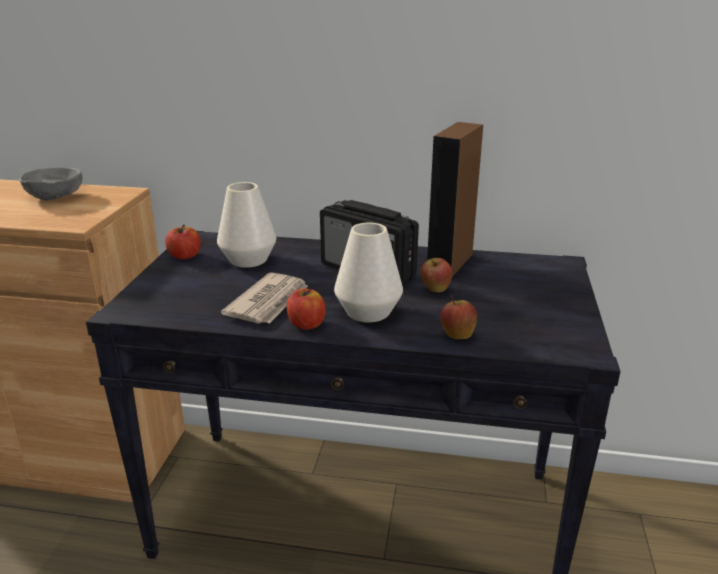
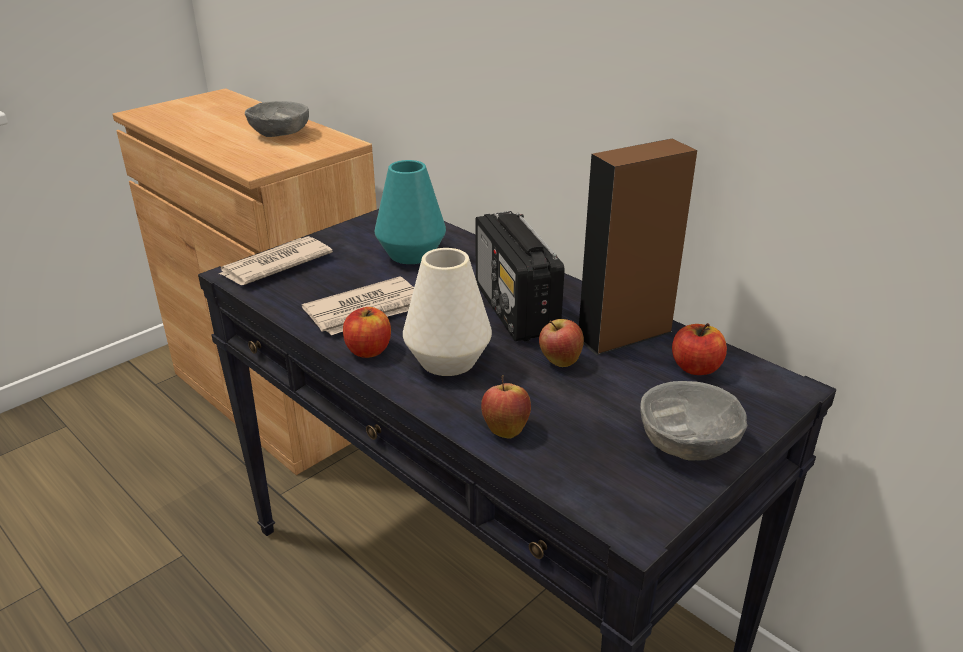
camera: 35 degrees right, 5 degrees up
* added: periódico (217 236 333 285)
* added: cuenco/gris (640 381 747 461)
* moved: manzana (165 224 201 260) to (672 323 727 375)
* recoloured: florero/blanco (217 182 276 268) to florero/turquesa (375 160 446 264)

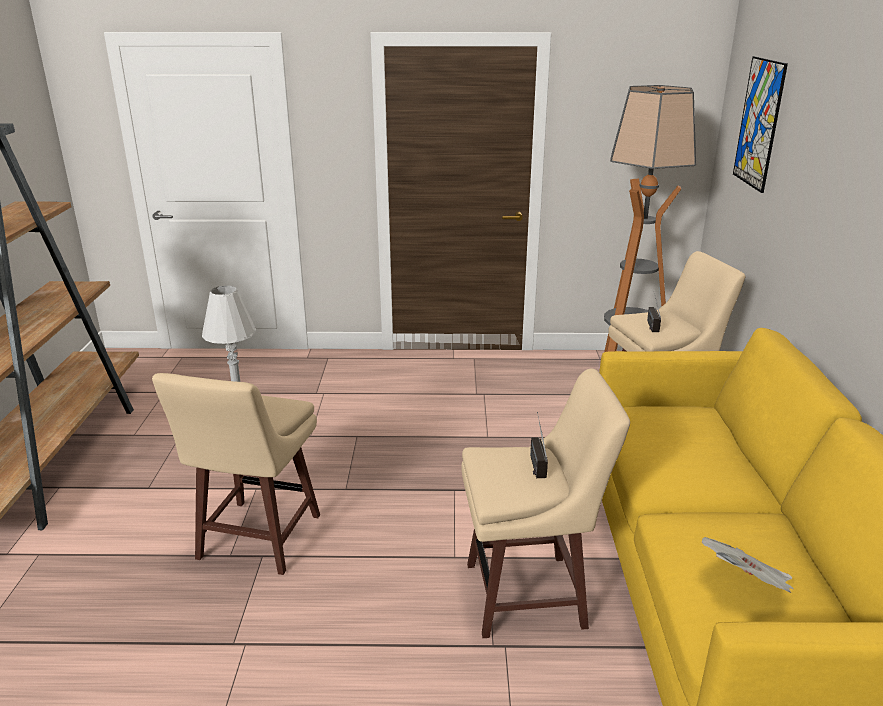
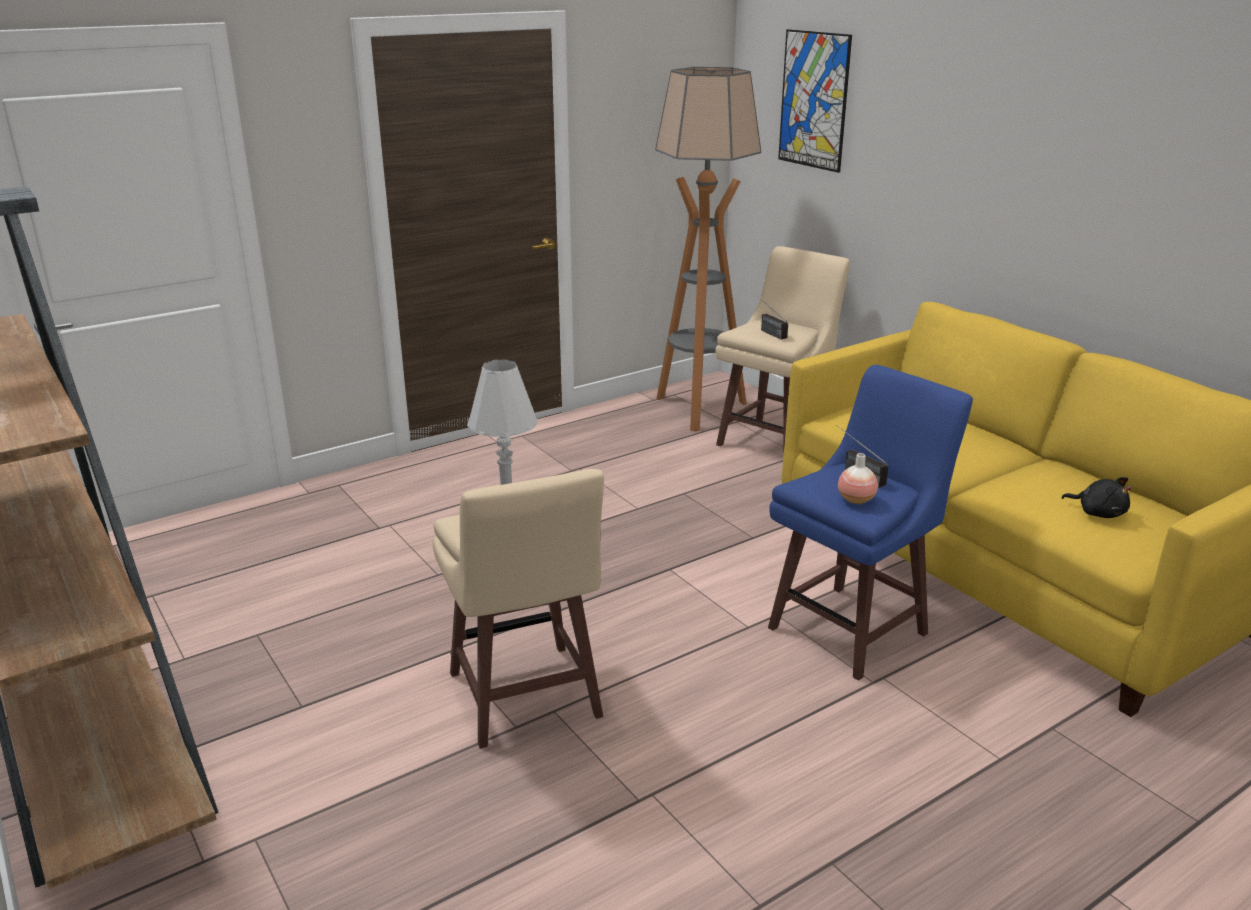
camera: 35 degrees left, 0 degrees up
* added: florero (838 453 878 504)
* replaced: periódico (702 537 794 593) to peluche/negro (1062 477 1131 518)
* recoloured: taburete/beis (461 369 630 638) to taburete/azul (768 365 973 681)

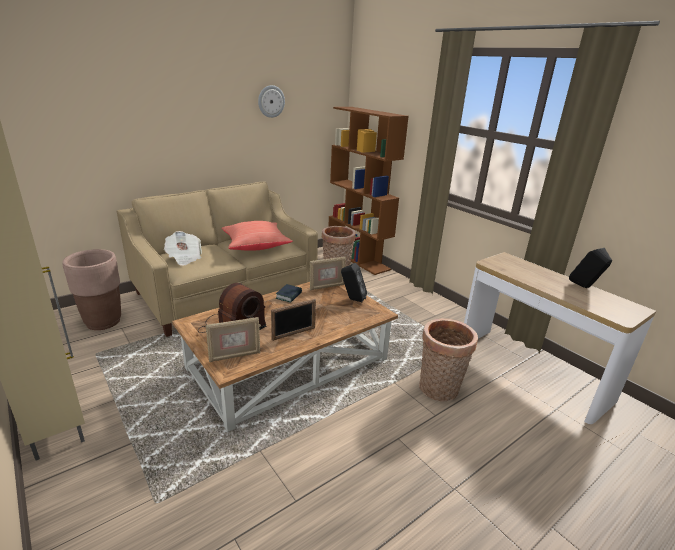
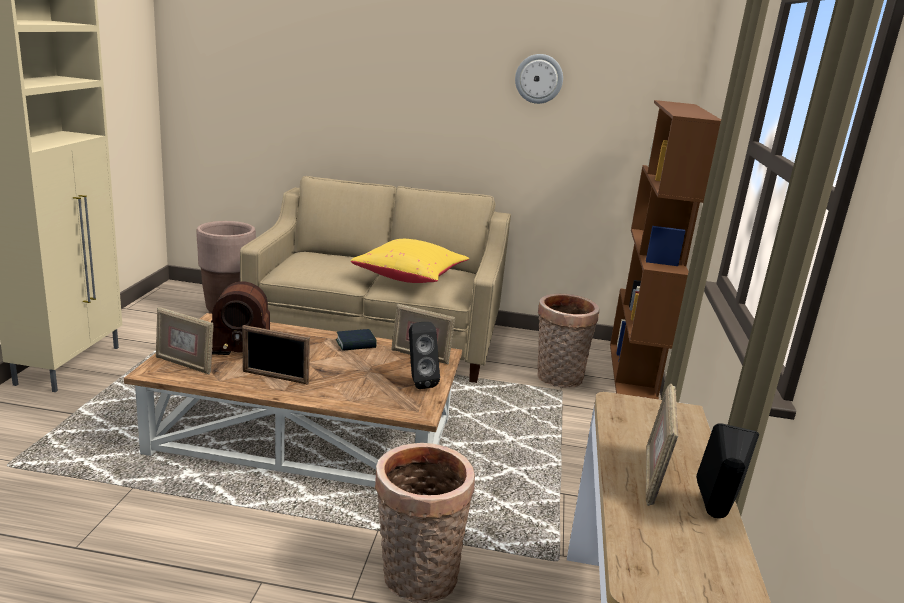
camera: 45 degrees right, 5 degrees down
* removed: periódico (164 231 202 266)
* added: portarretratos (646 384 678 506)
* recoloured: cojín/rojo (221 221 293 251) to cojín/amarillo (350 239 469 283)

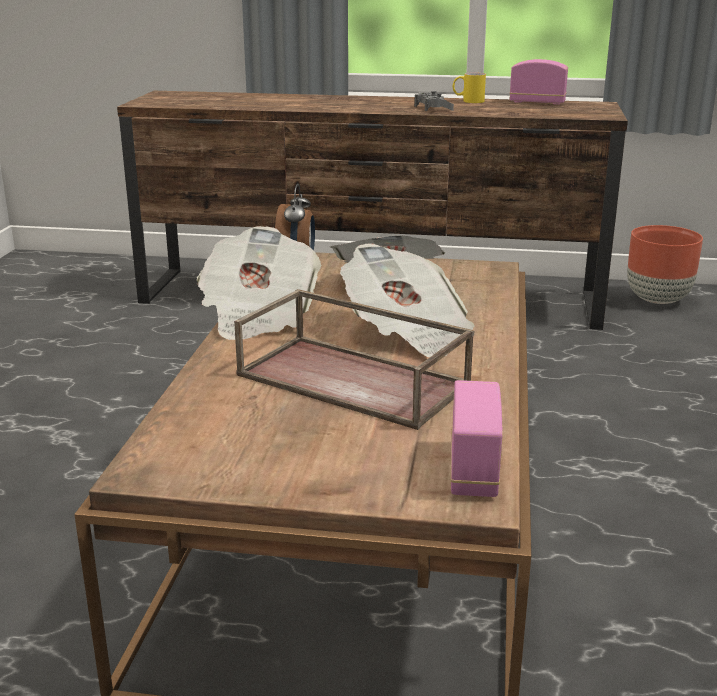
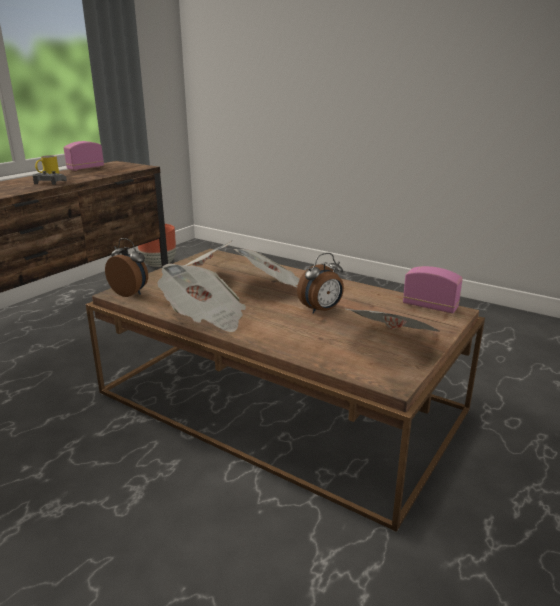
camera: 65 degrees left, 0 degrees up
* added: periódico (346 309 440 332)
* replaced: bandeja/marrón (234 289 475 430) to despertador (297 253 344 314)

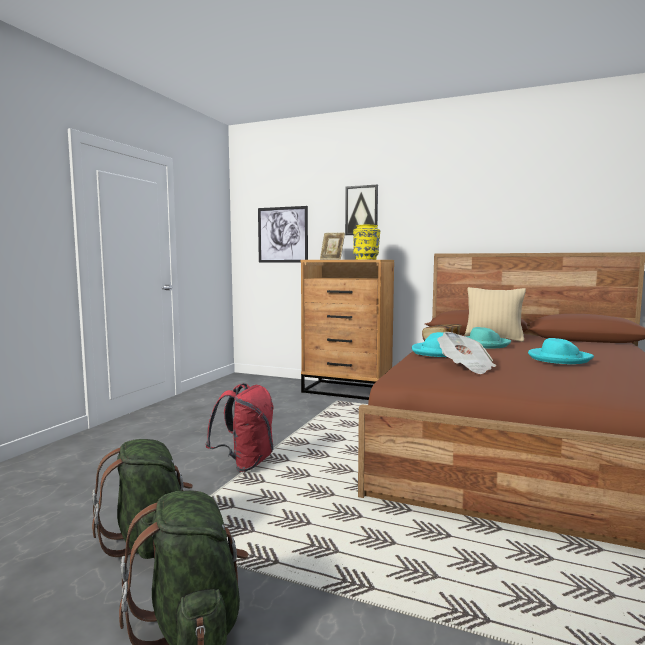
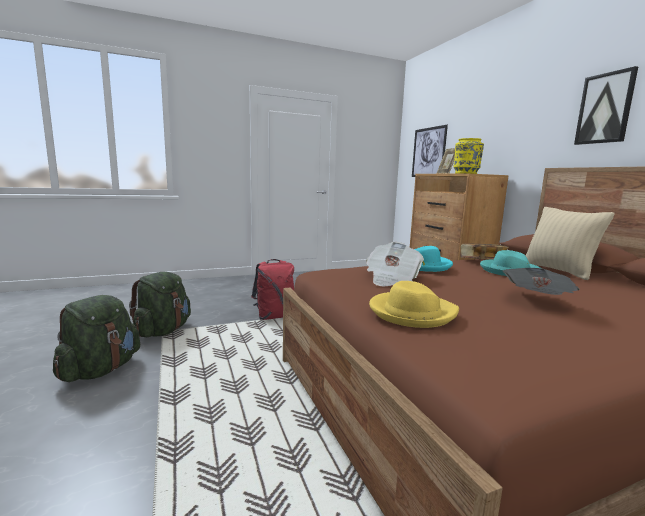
camera: 45 degrees right, 5 degrees up
* added: sombrero/amarillo (369 281 459 328)
* moved: cuadro (345 185 378 235) to (574 66 638 145)
* replaced: sombrero/turquesa (528 338 594 364) to periódico (502 268 579 295)

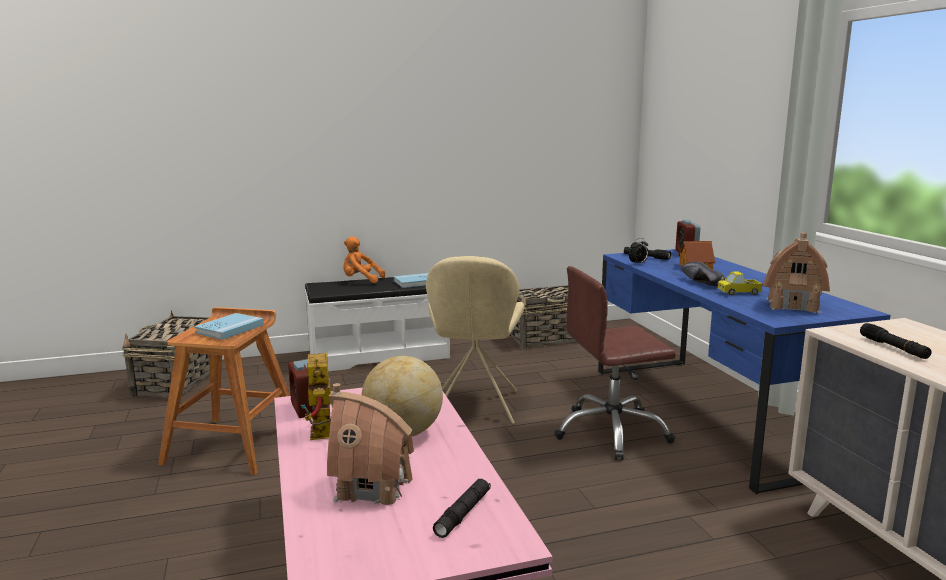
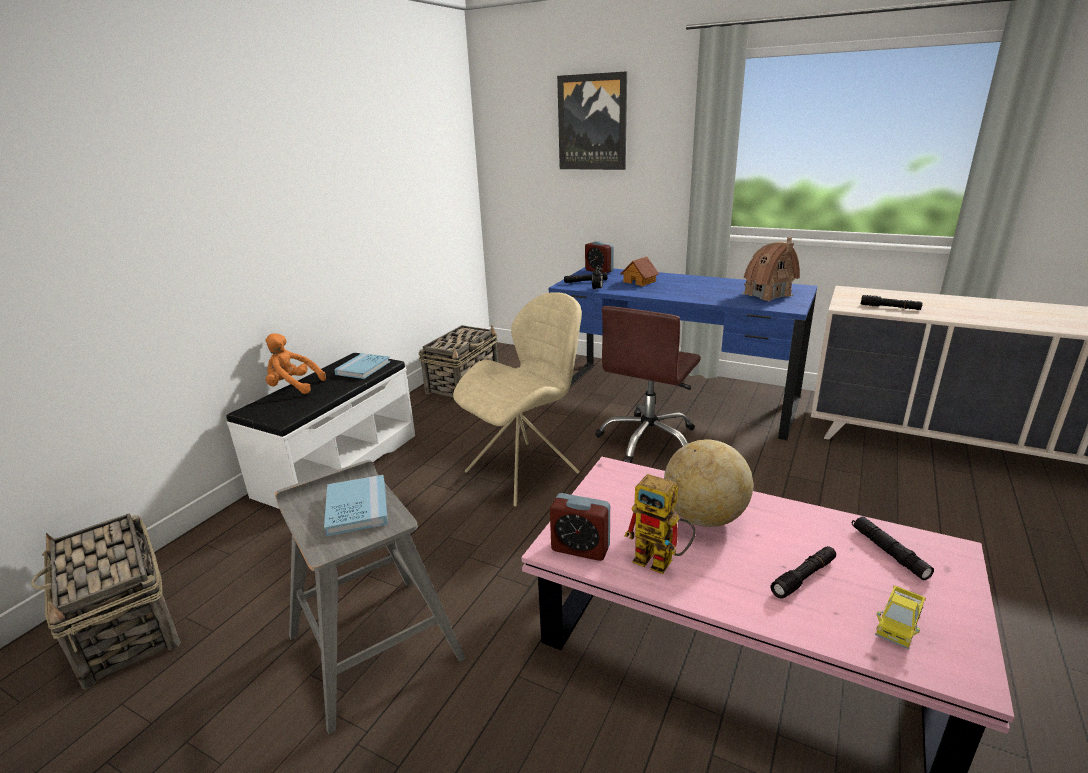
camera: 45 degrees left, 10 degrees up
* removed: zapato/negro (682 261 724 287)
* added: cuadro (557 71 627 170)
* moved: camión de juguete (717 272 763 295) to (875 585 926 650)
* replaced: casita (327 383 414 505) to linterna/negro (771 546 836 599)
* recoloured: taburete/marrón (158 307 290 475) to taburete/gris (275 460 466 735)
* turned: peluche/naranja (343 236 385 283) = (265 333 326 394) 45 degrees clockwise
* turned: silla/beis (426 256 524 424) = (453 292 582 507) 90 degrees counterclockwise

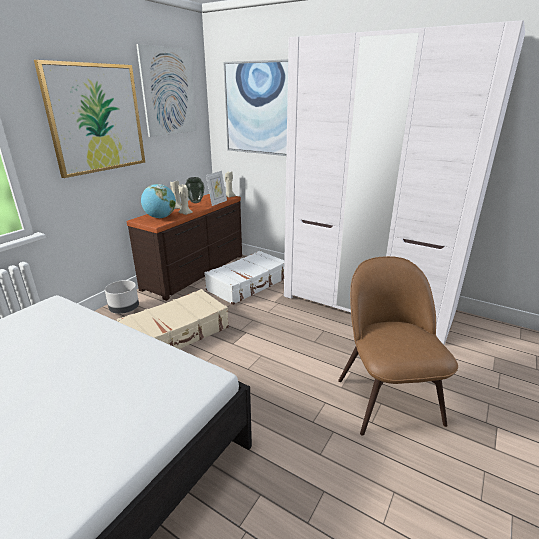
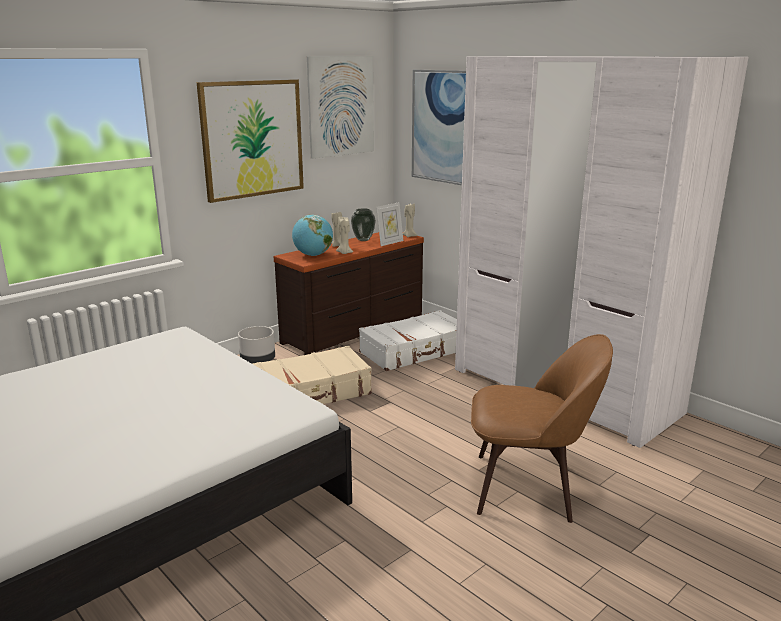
camera: 15 degrees right, 5 degrees down
* turned: silla/marrón (338 256 458 436) = (471 334 613 523) 90 degrees clockwise

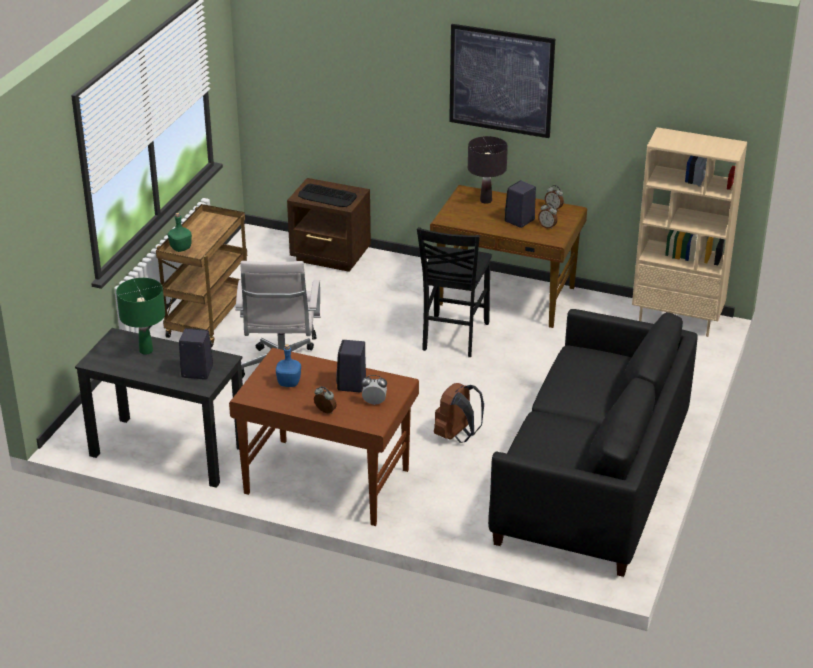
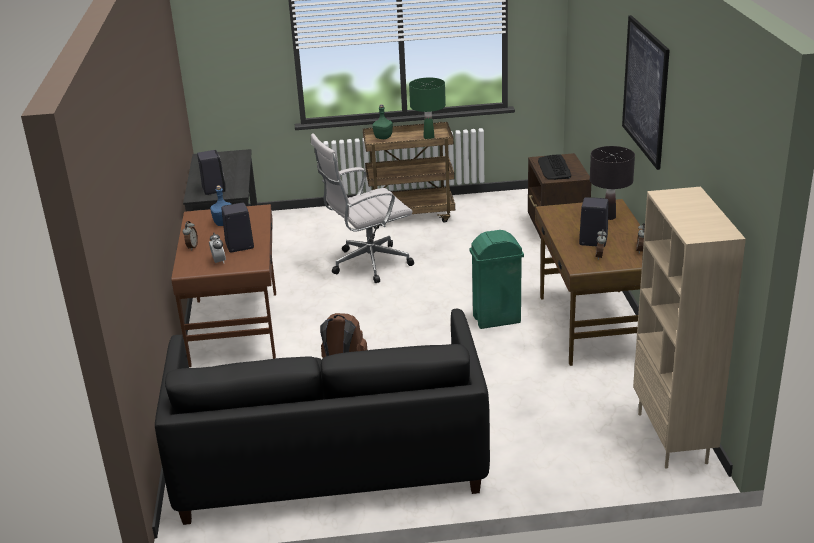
camera: 65 degrees right, 5 degrees down
* moved: lámpara de mesa/verde (116 278 165 355) to (409 78 446 139)
* replaced: silla/negro (417 227 492 357) to papelera/verde (469 230 524 329)

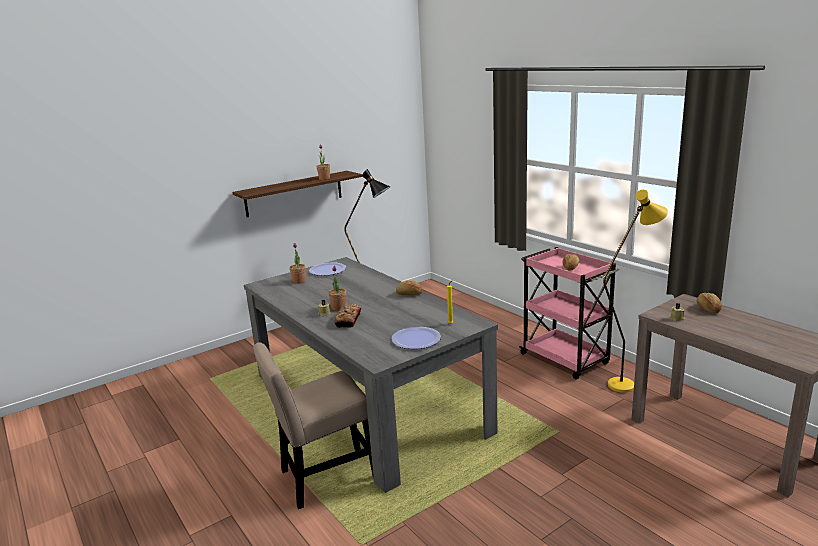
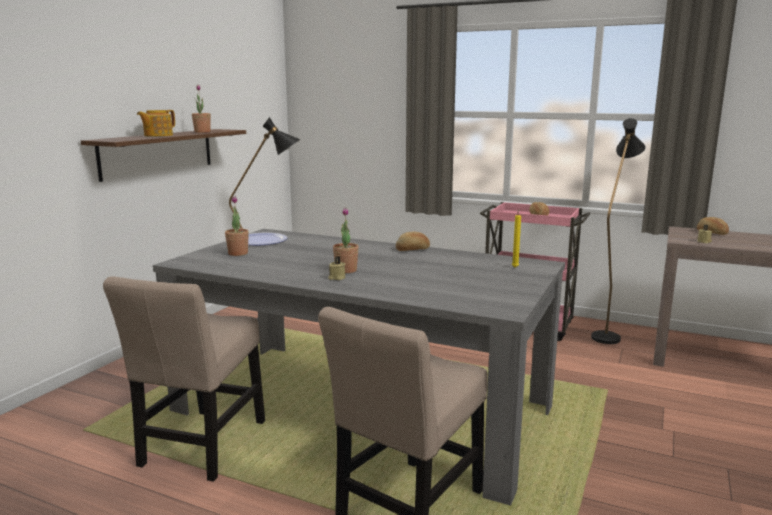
camera: 30 degrees left, 5 degrees down
* removed: pan (334 303 361 328)
* removed: plato (391 327 441 349)
* added: silla/beis (103 276 265 482)
* added: tetera (137 110 175 137)
* recoloured: lámpara de pie/amarillo (603 190 668 393) to lámpara de pie/negro (591 118 646 344)

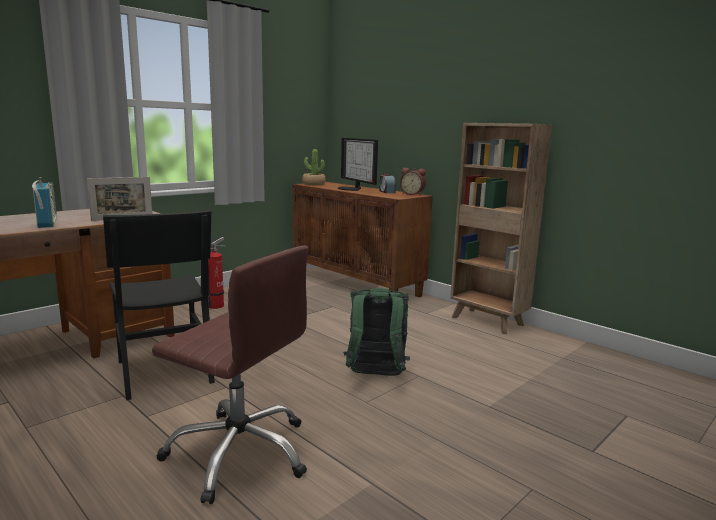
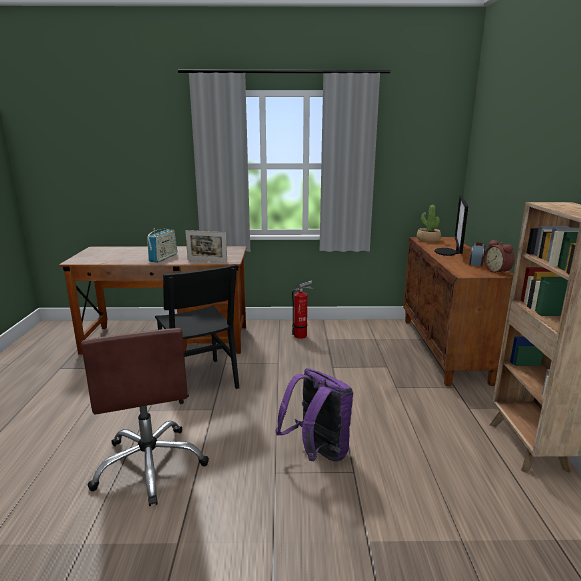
camera: 45 degrees right, 5 degrees up
* recoloured: mochila/verde (343 288 410 376) to mochila/morado (275 368 353 462)
* turned: silla/negro (103 210 215 400) = (155 264 239 404) 45 degrees counterclockwise

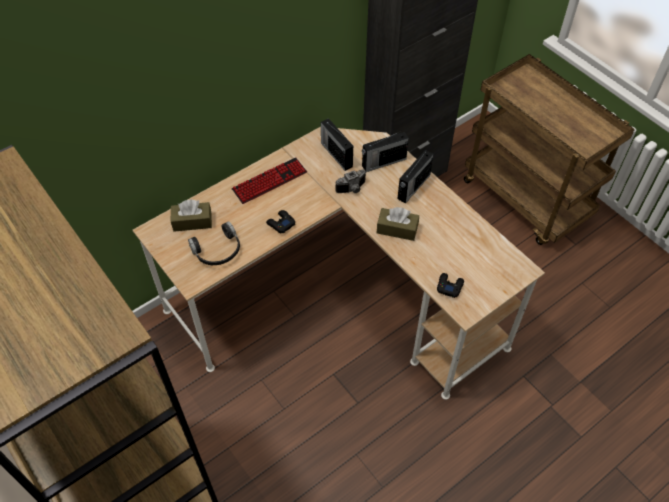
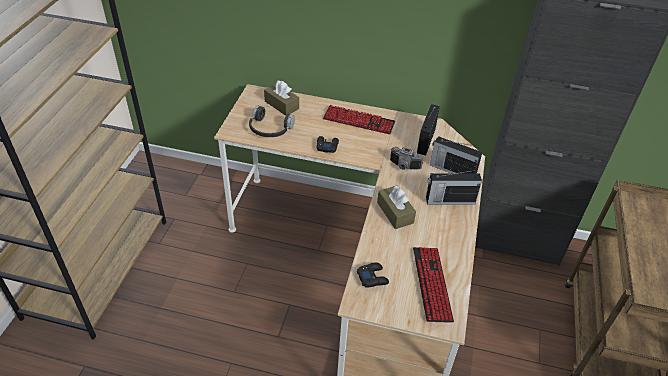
camera: 50 degrees right, 10 degrees down
* added: teclado (413 247 454 323)

